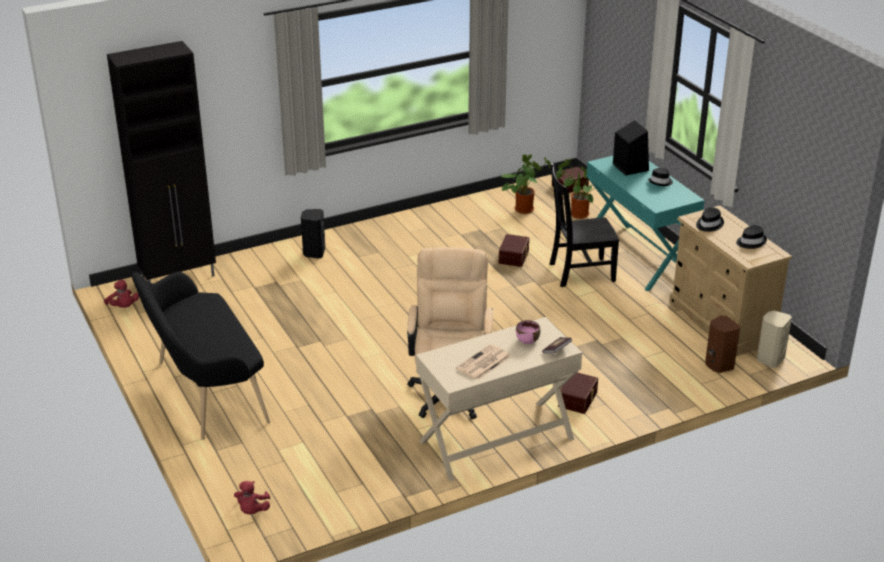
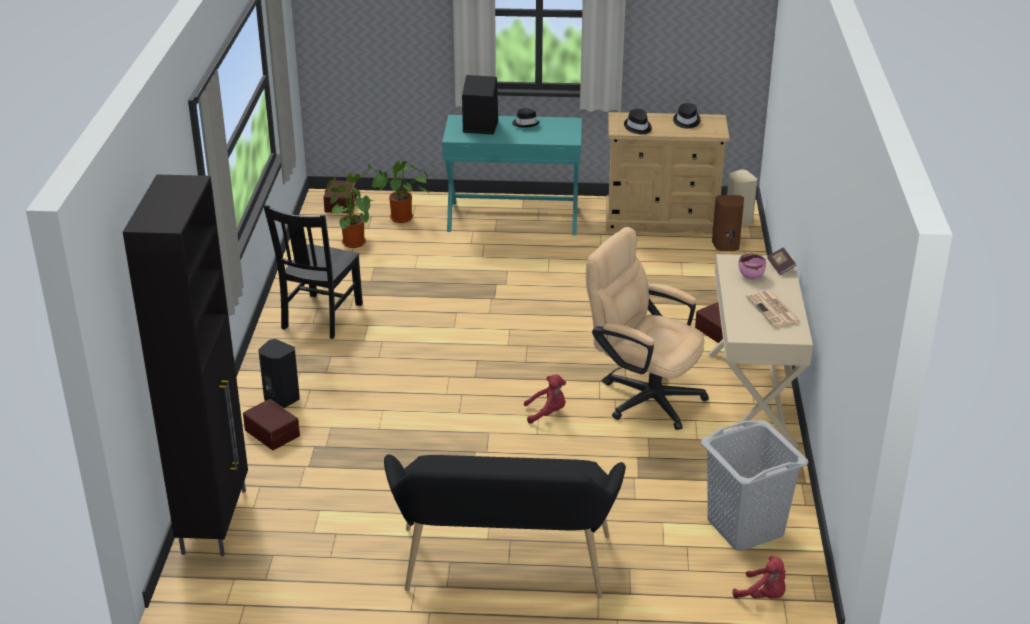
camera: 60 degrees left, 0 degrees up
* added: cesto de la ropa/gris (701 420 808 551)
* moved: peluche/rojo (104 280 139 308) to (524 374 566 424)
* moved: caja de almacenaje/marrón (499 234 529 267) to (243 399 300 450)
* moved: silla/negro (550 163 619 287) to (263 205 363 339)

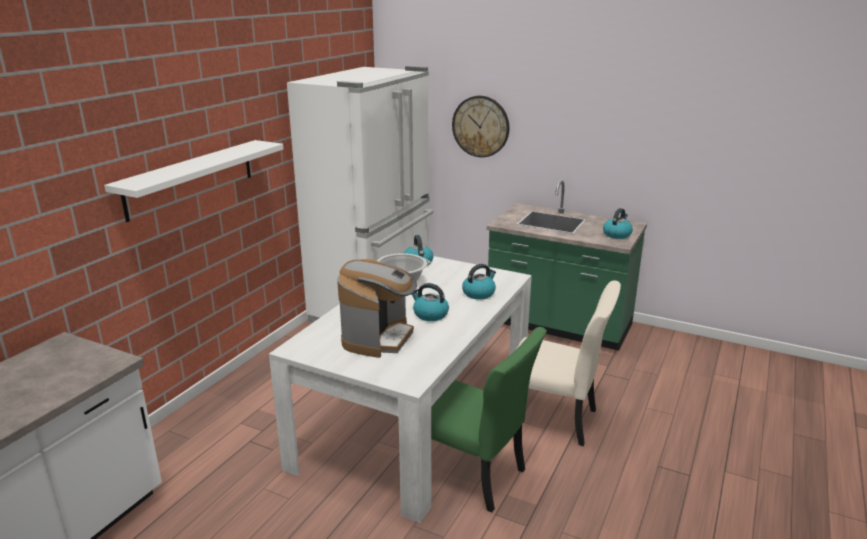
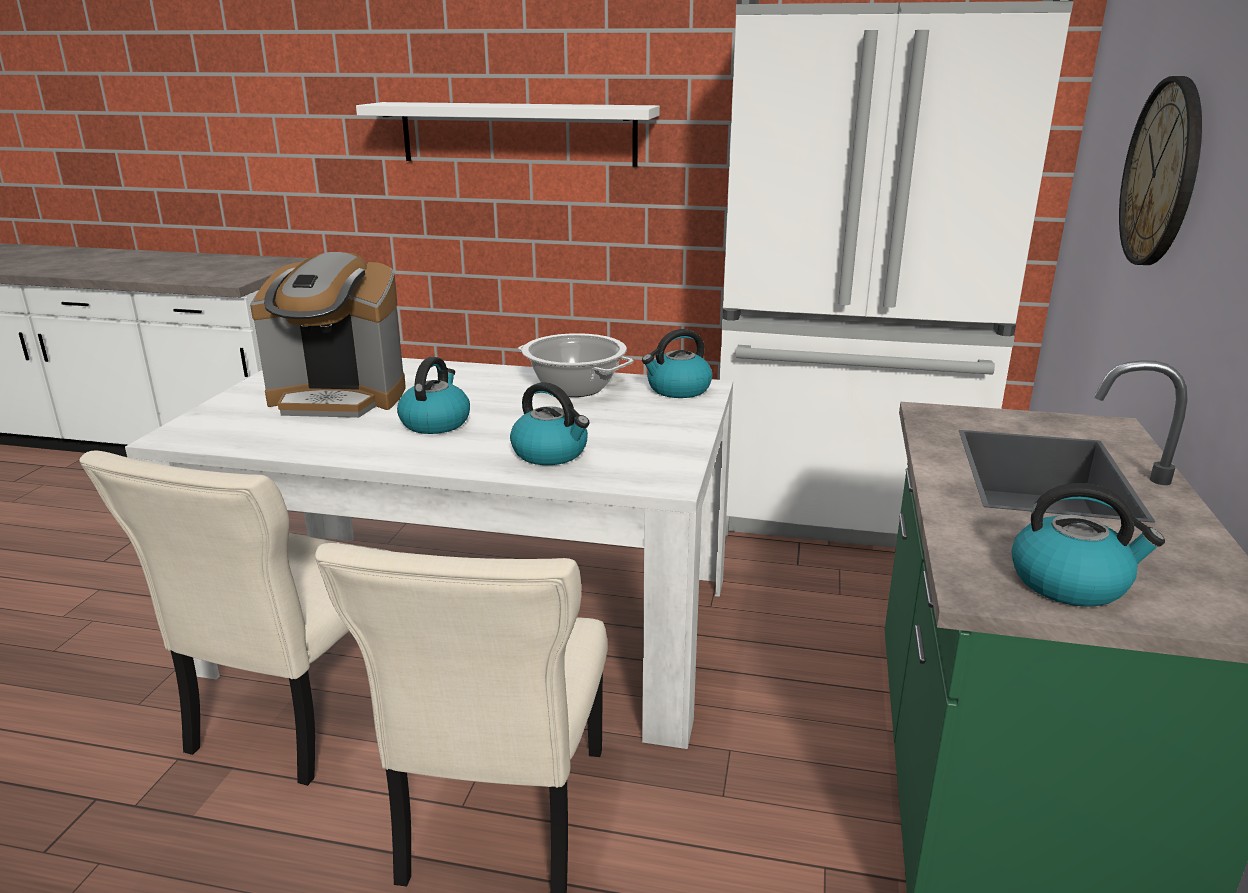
camera: 75 degrees right, 0 degrees up
* recoloured: silla/verde (431 327 547 513) to silla/beis (79 451 389 786)

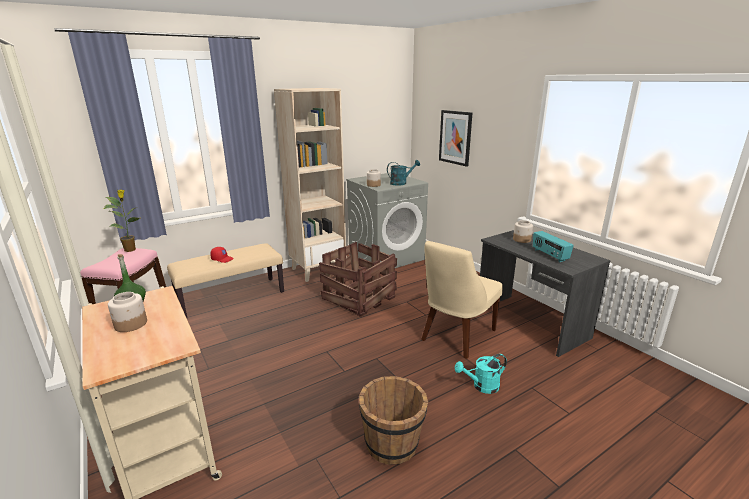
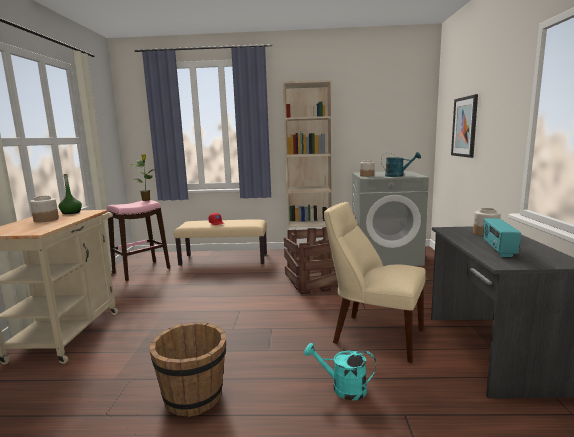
camera: 35 degrees right, 10 degrees down
* turned: silla/beis (421 241 503 359) = (324 202 426 363) 45 degrees clockwise

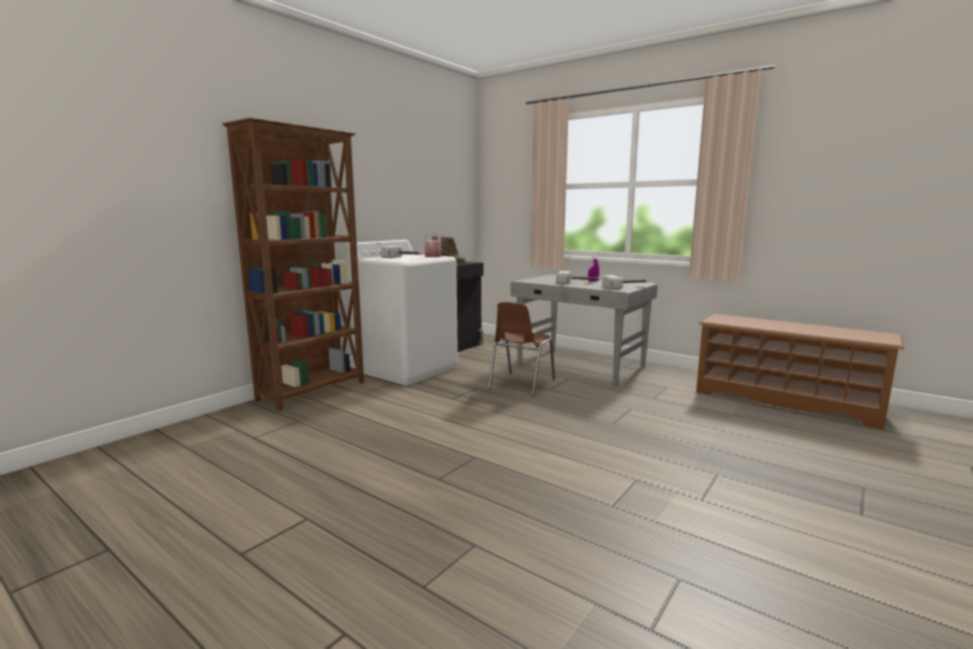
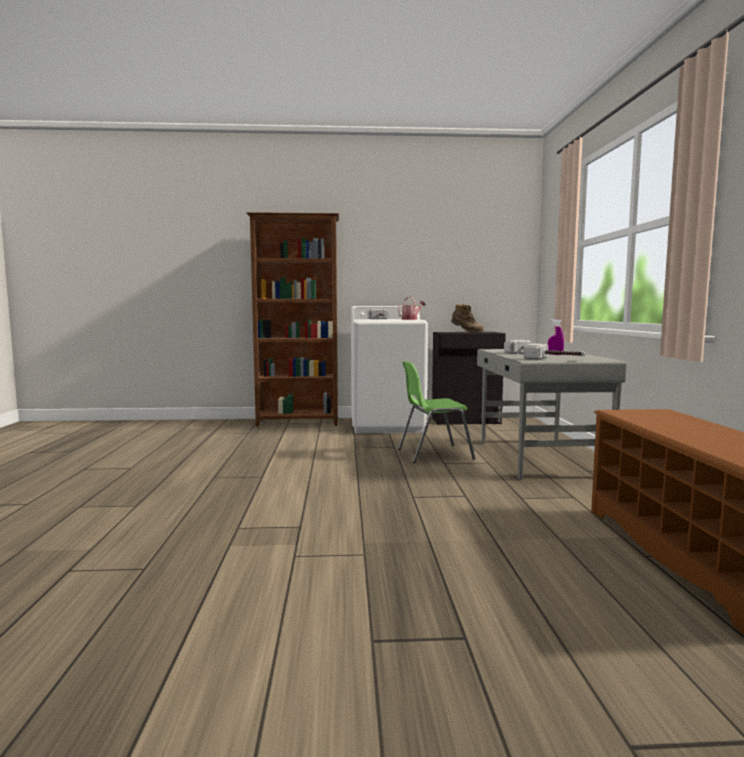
camera: 50 degrees right, 5 degrees down
* recoloured: silla/marrón (488 302 555 397) to silla/verde (398 361 475 463)

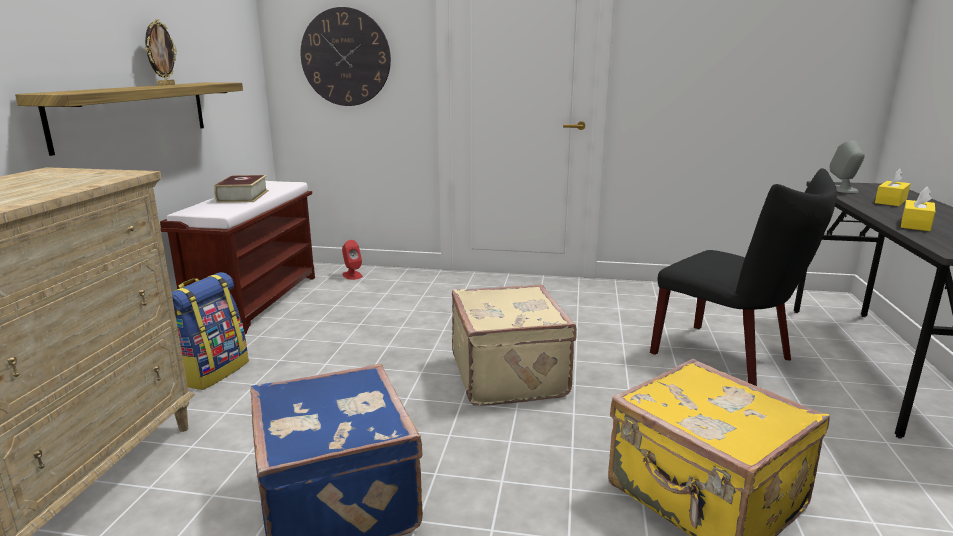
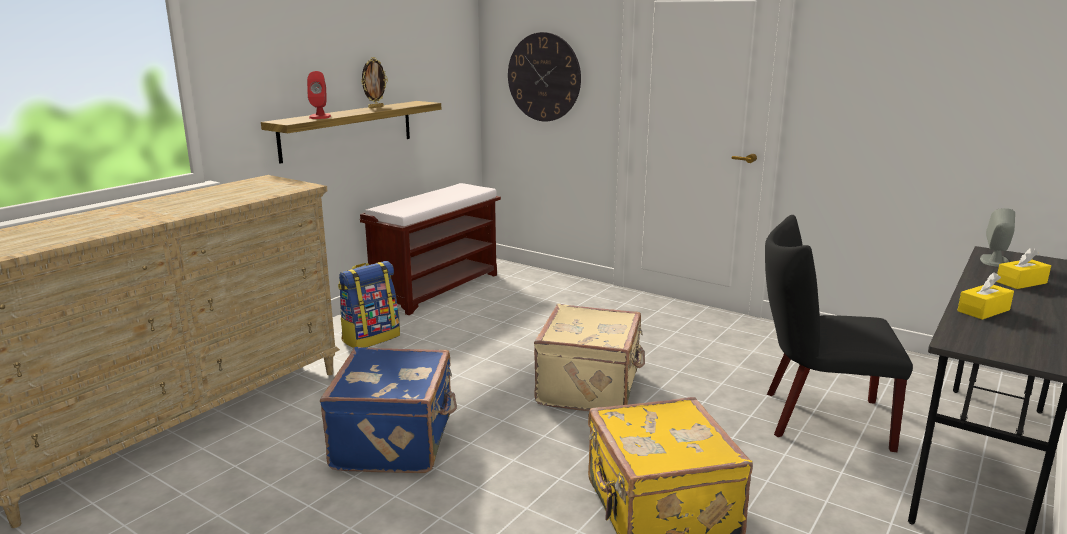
camera: 25 degrees right, 0 degrees up
* removed: libro (214 175 269 203)
* moved: altavoz/rojo (342 240 363 280) to (307 71 331 119)
* turned: silla/negro (650 168 837 386) = (765 215 913 452) 120 degrees clockwise

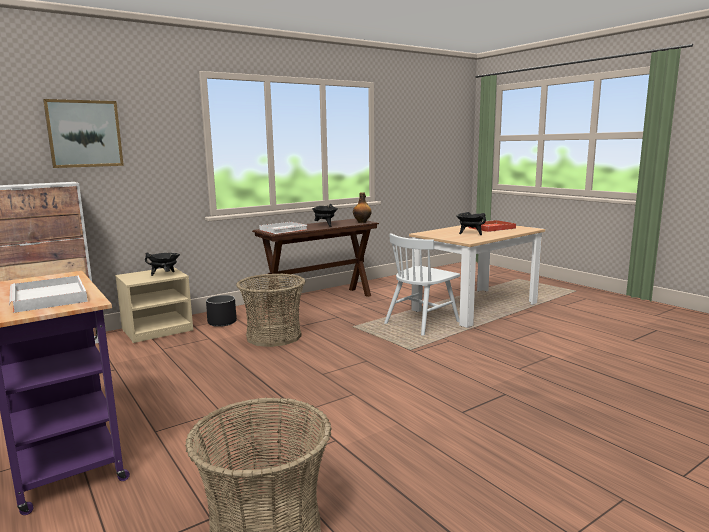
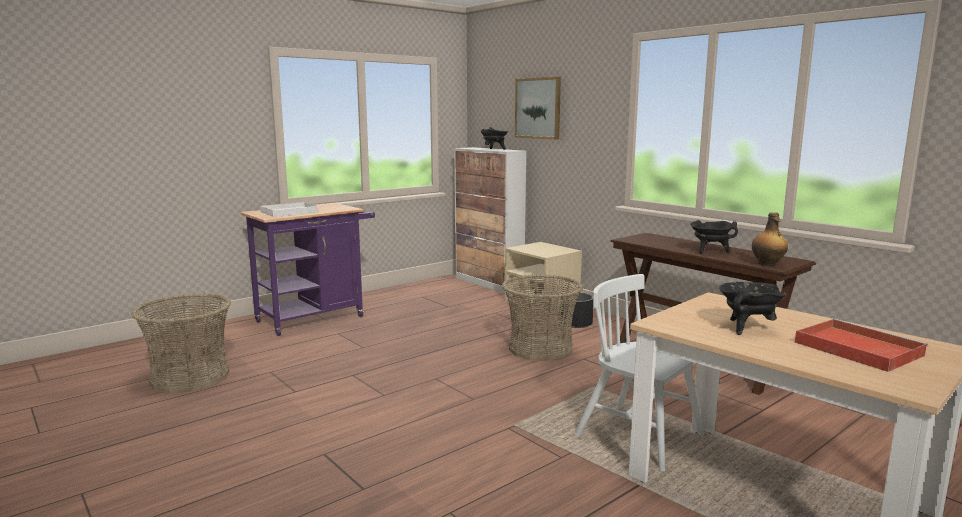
camera: 85 degrees right, 0 degrees up
* removed: bandeja/blanco (259 222 307 234)
* moved: olla/negro (145 252 180 276) to (480 127 508 150)

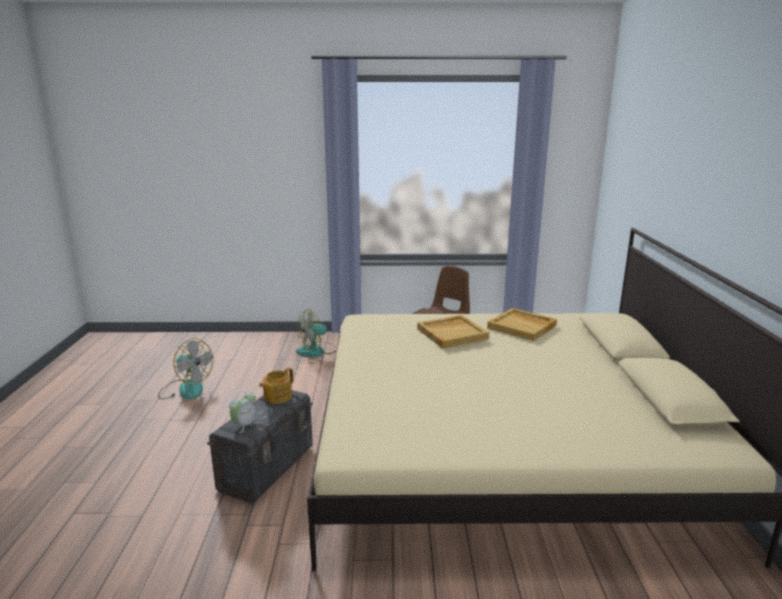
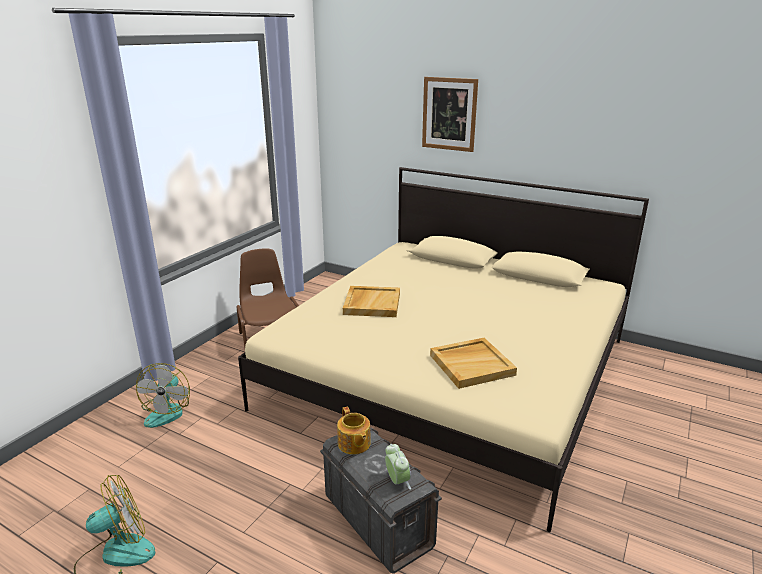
camera: 60 degrees left, 5 degrees up
* added: cuadro (422 77 478 152)
* moved: bandeja/beis (487 308 557 341) to (430 338 517 389)

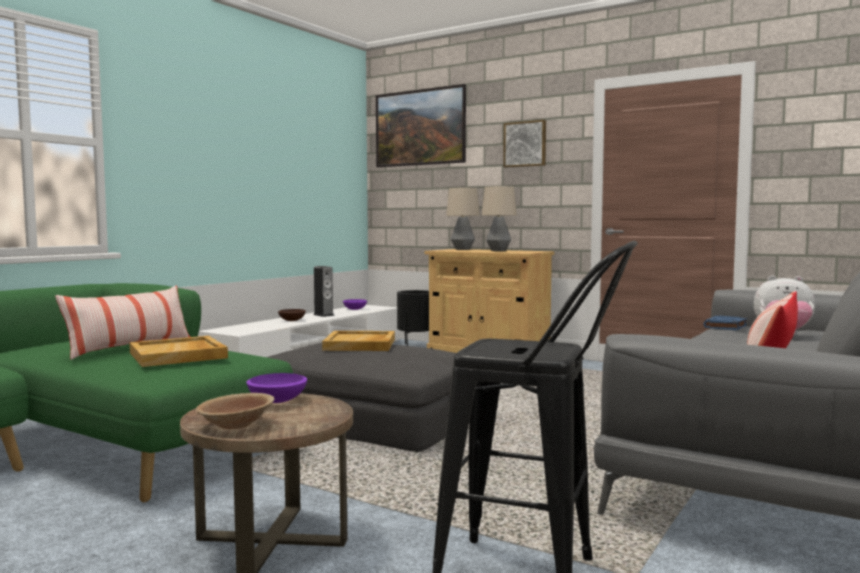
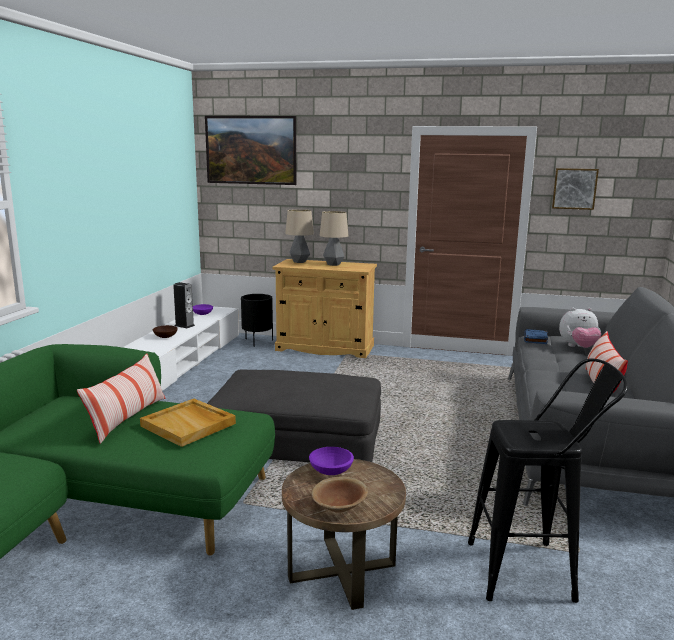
camera: 20 degrees left, 10 degrees up
* removed: bandeja/beis (322 331 395 351)
* moved: cuadro (503 120 546 167) to (552 168 599 210)

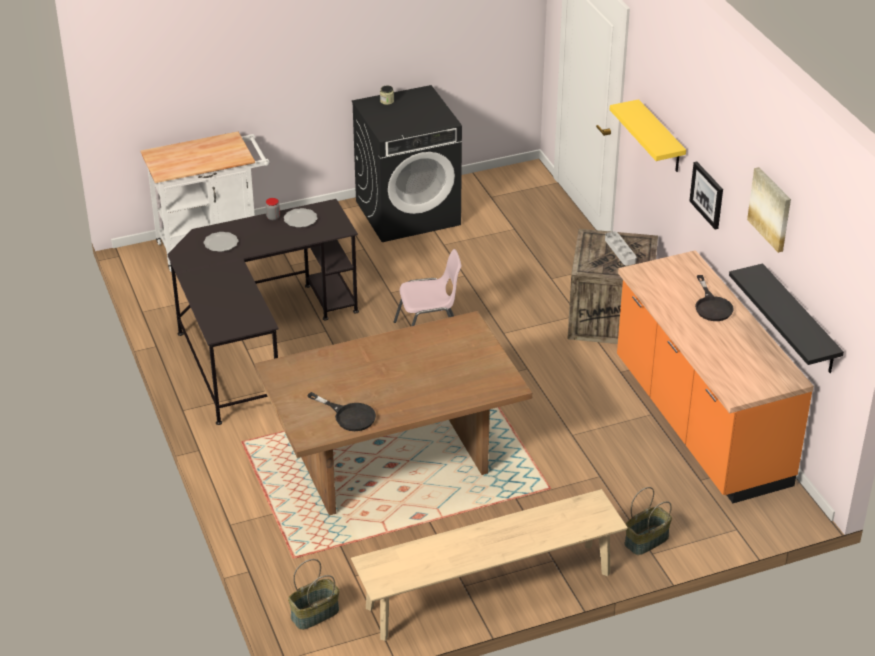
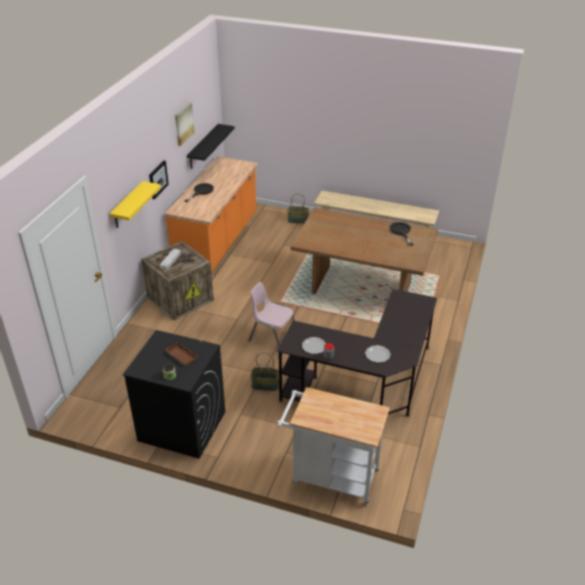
camera: 140 degrees left, 0 degrees up
* added: bandeja/marrón (165 342 197 366)
* moved: cesta (288 559 339 630) to (250 353 279 391)

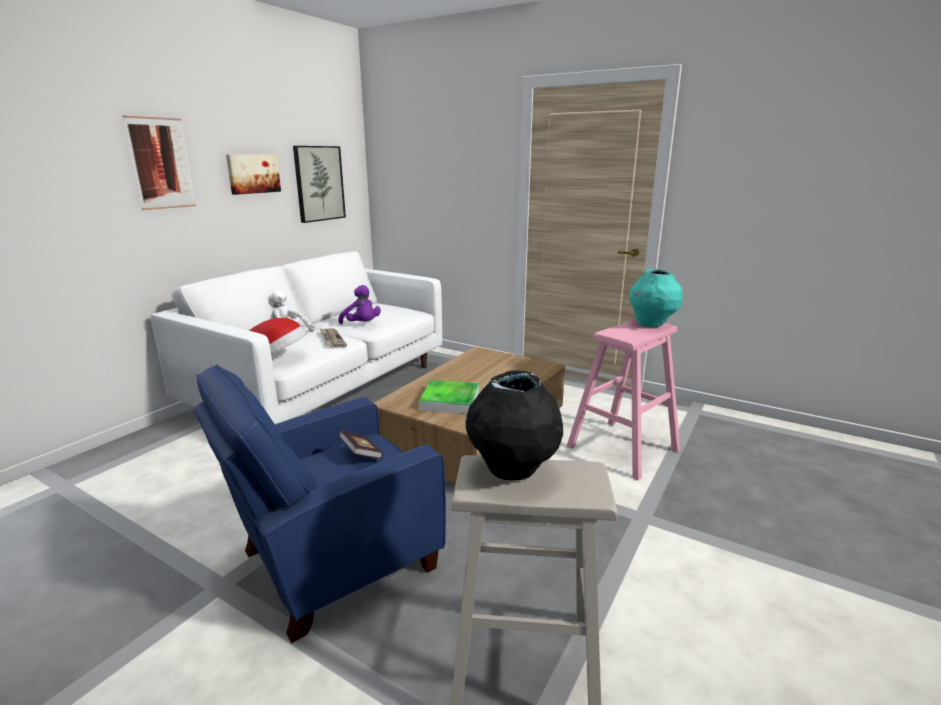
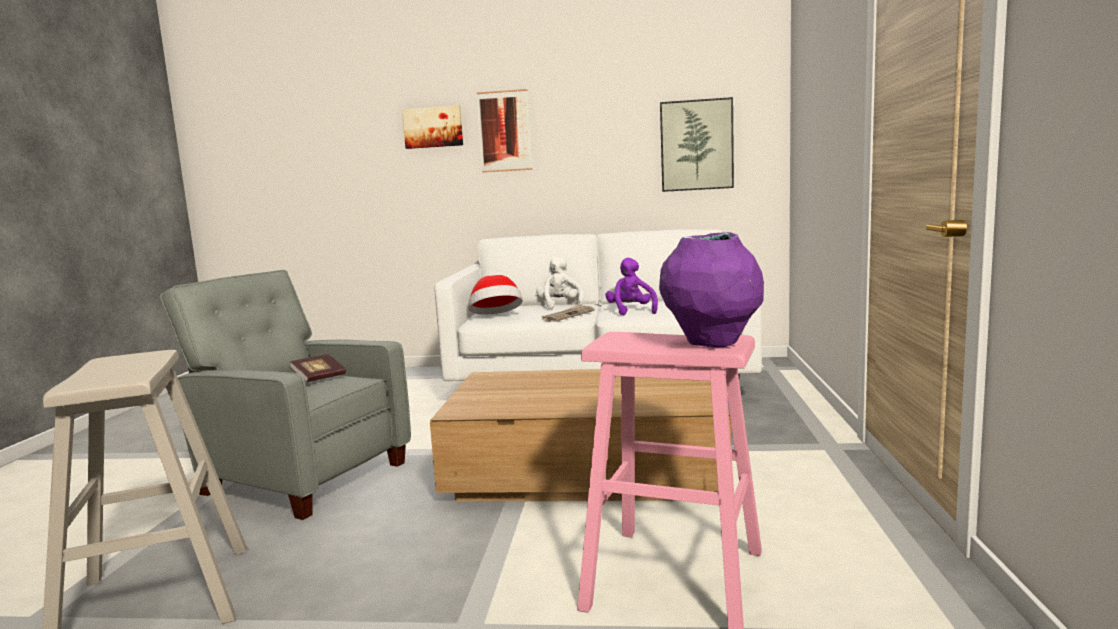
camera: 65 degrees right, 10 degrees down
* removed: bandeja (419 380 479 414)
* removed: florero/negro (466 370 563 480)
* moved: cuadro (226 155 281 195) to (402 105 463 149)
* recoloured: sillón/azul (194 364 446 644) to sillón/gris (160 270 411 520)
* recoloured: florero/turquesa (629 269 683 327) to florero/morado (659 232 764 348)
* turned: peluche/morado (338 285 381 324) = (605 258 658 315) 150 degrees clockwise

